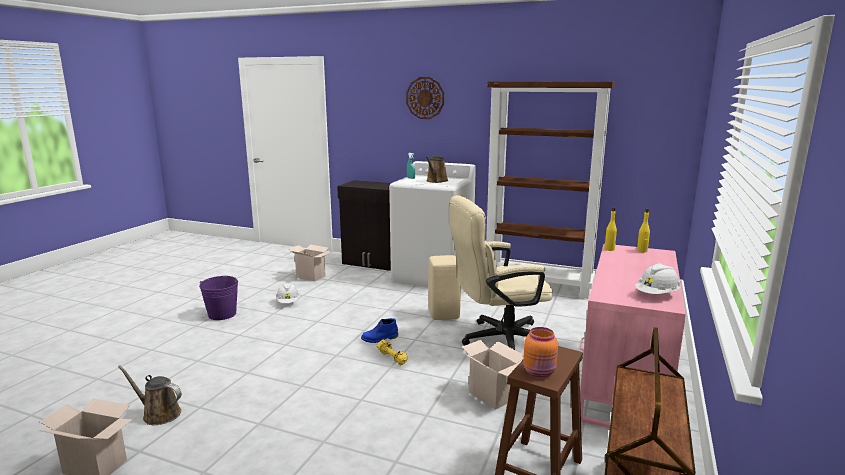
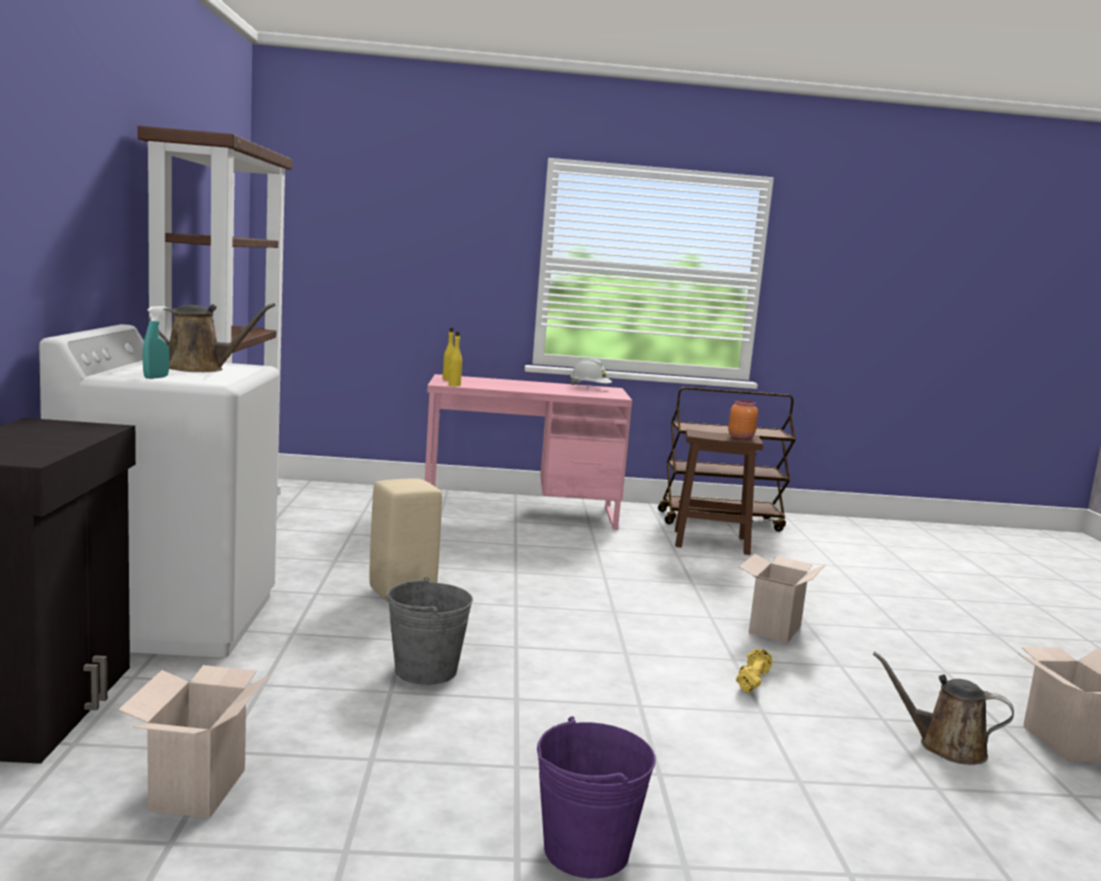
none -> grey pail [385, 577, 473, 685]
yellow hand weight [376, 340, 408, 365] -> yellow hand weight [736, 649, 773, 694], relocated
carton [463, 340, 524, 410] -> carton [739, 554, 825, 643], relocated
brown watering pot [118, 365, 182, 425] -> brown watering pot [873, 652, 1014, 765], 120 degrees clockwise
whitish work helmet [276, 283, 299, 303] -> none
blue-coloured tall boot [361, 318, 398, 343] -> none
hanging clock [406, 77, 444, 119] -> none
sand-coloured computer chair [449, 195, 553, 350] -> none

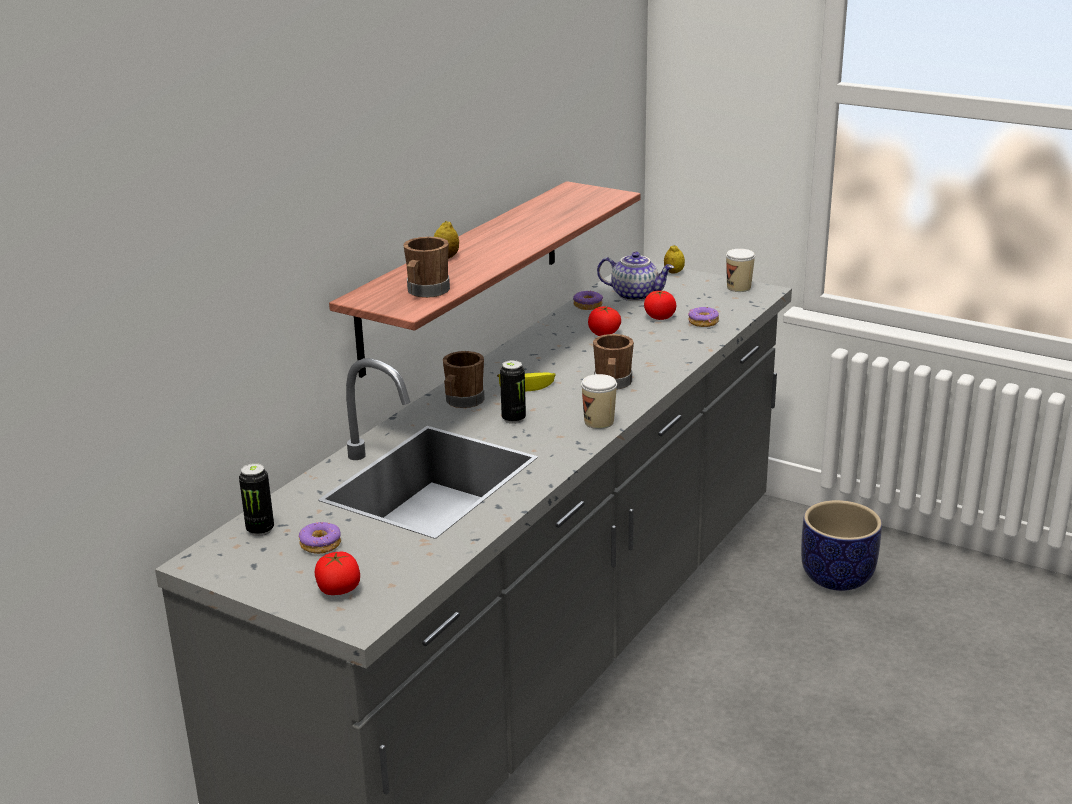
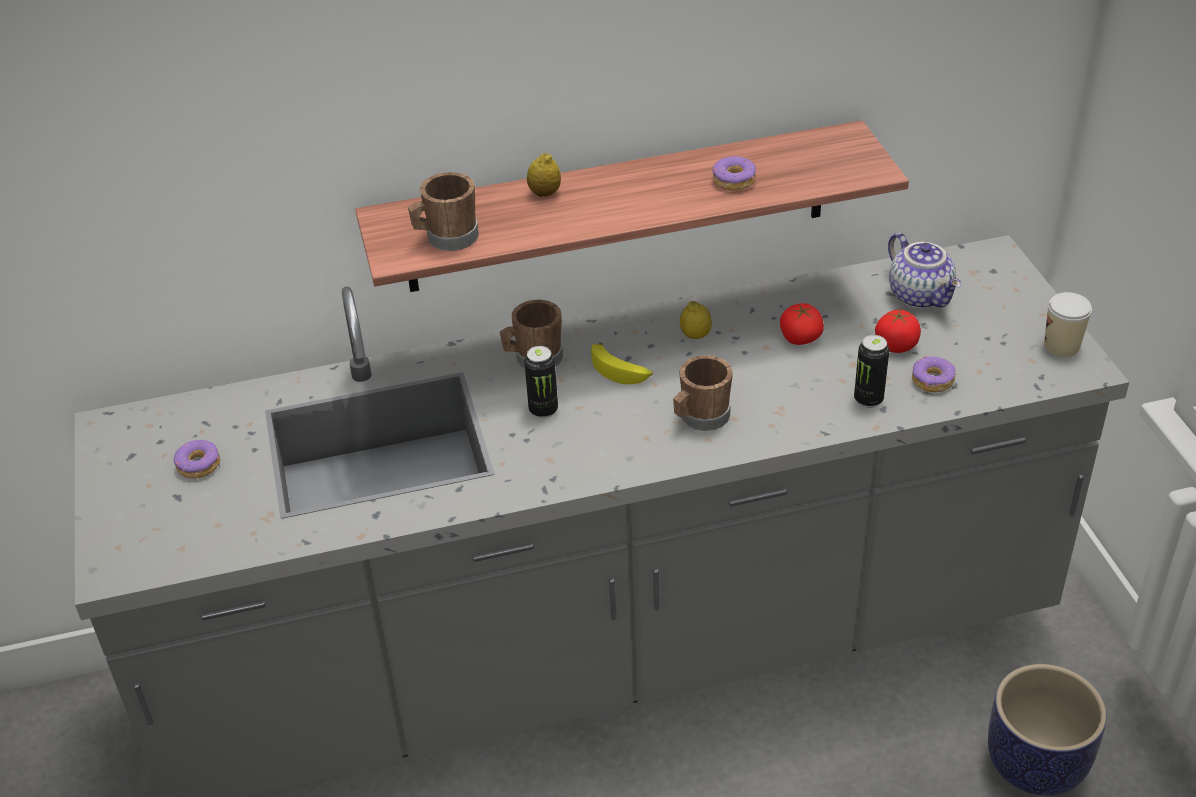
whole lemon [664, 245, 685, 274] -> whole lemon [680, 301, 712, 339], relocated
ring doughnut [573, 291, 603, 310] -> ring doughnut [713, 156, 757, 190], relocated
sealed can [239, 463, 274, 536] -> sealed can [854, 335, 890, 408], relocated
tomato [315, 552, 360, 595] -> none
small cup [581, 374, 617, 429] -> none

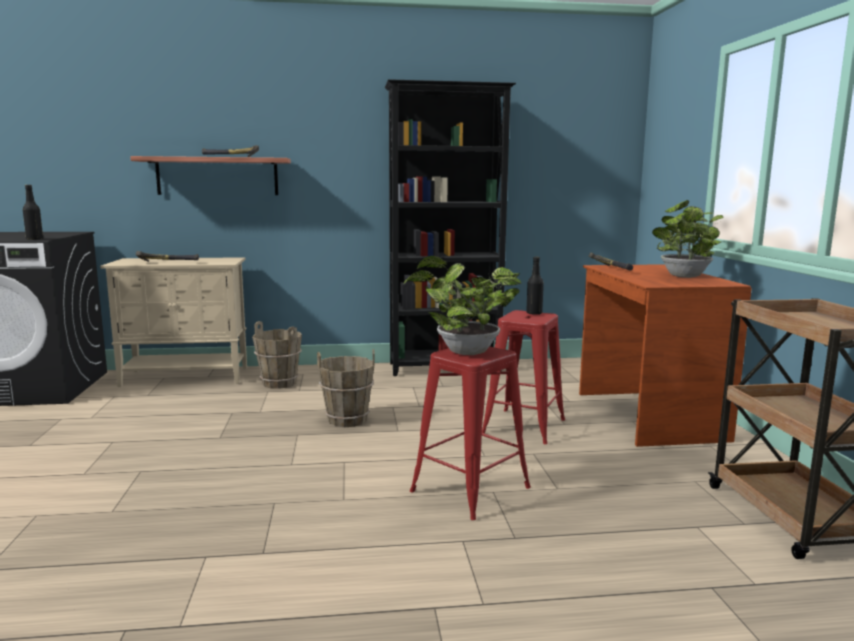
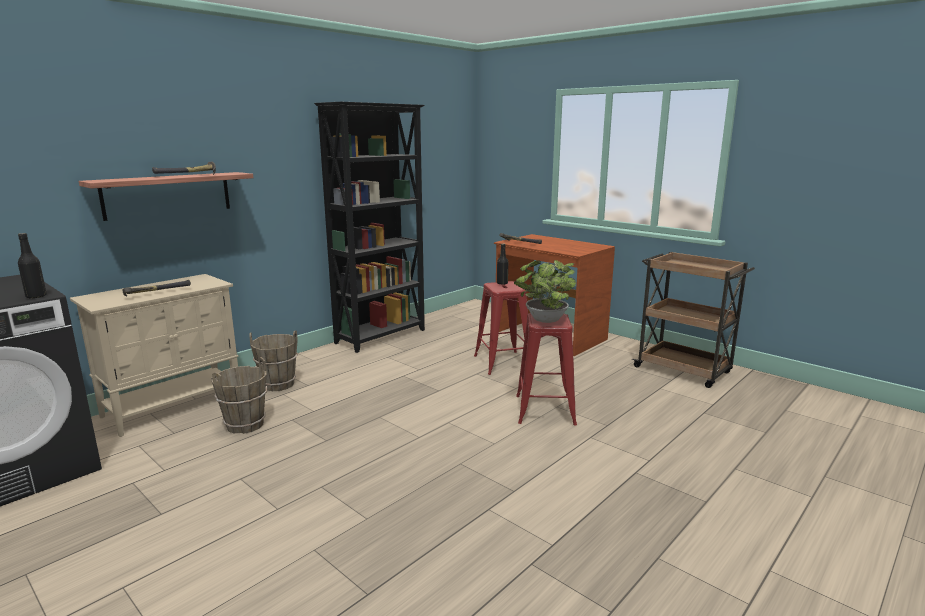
brown pail [317, 349, 375, 427] -> brown pail [211, 357, 267, 434], relocated
potted plant [652, 200, 723, 278] -> none

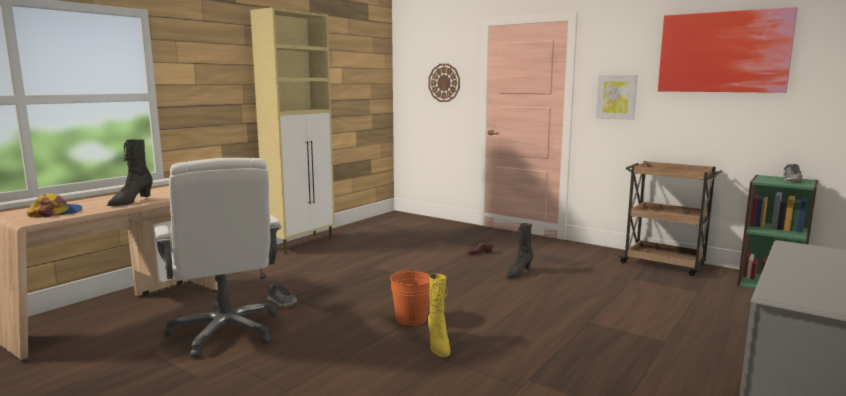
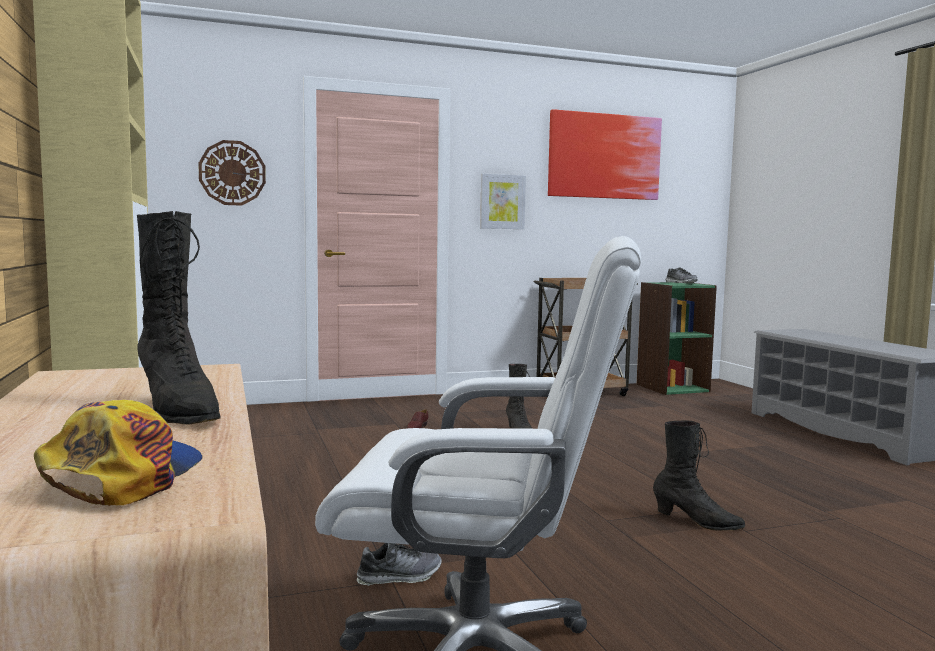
yellow tall boot [428, 274, 450, 357] -> blackish tall boot [653, 420, 746, 531]
orangey pail [390, 268, 430, 326] -> none

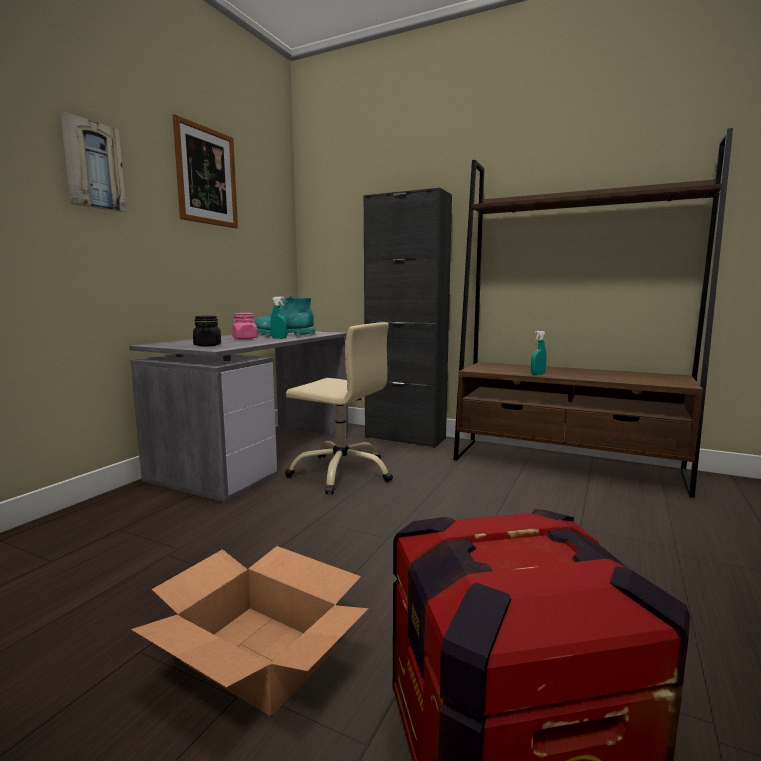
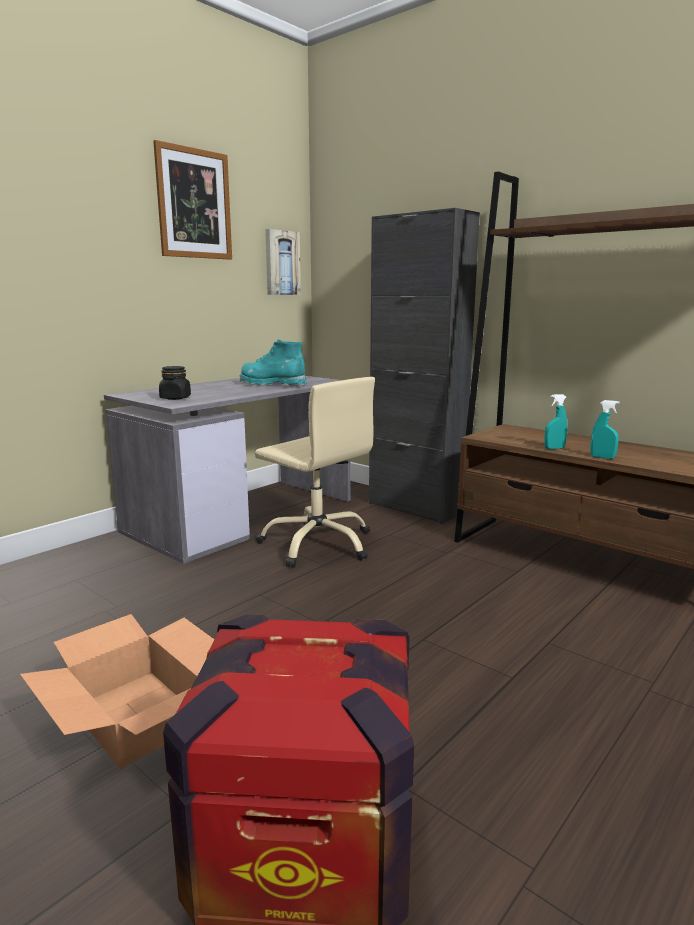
picture [61, 112, 126, 212] -> picture [265, 229, 301, 295], relocated
turquoise spray bottle [270, 297, 287, 339] -> turquoise spray bottle [590, 400, 620, 459], relocated
pink-coloured storage jar [232, 313, 258, 339] -> none

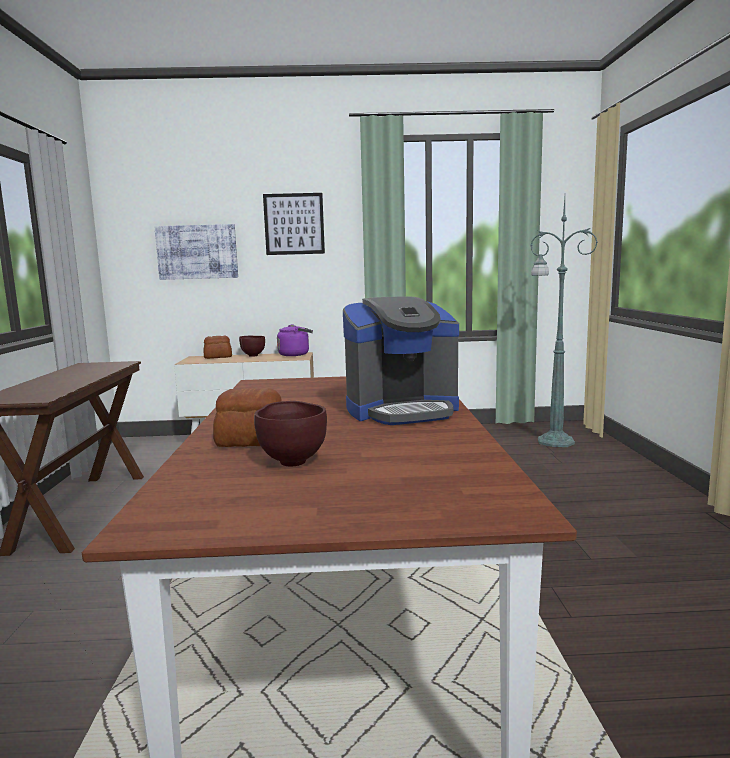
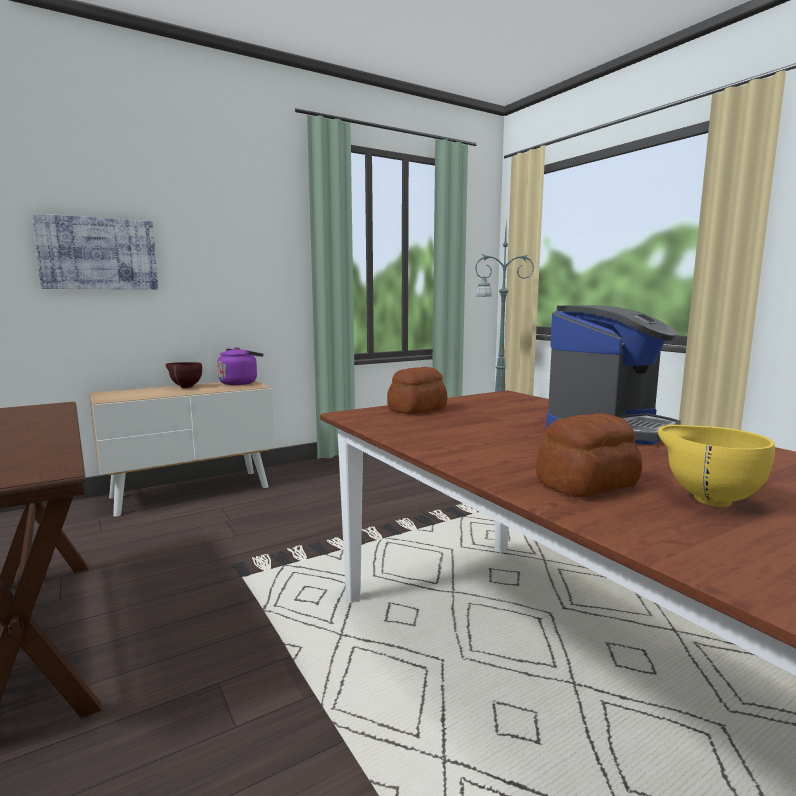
bakery bread [203, 335, 232, 359] -> bakery bread [387, 367, 447, 414], relocated
brown serving bowl [254, 401, 327, 466] -> yellow serving bowl [658, 425, 775, 507]
picture [263, 193, 325, 255] -> none

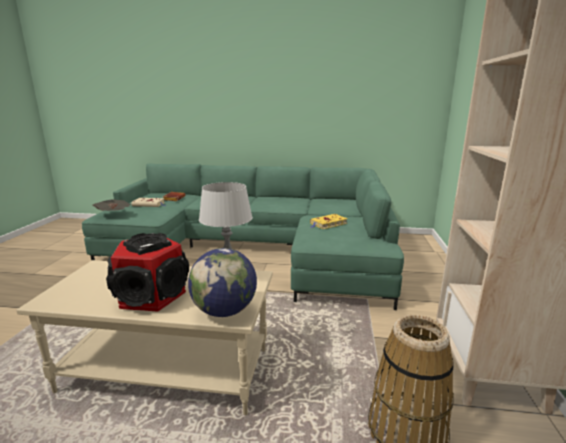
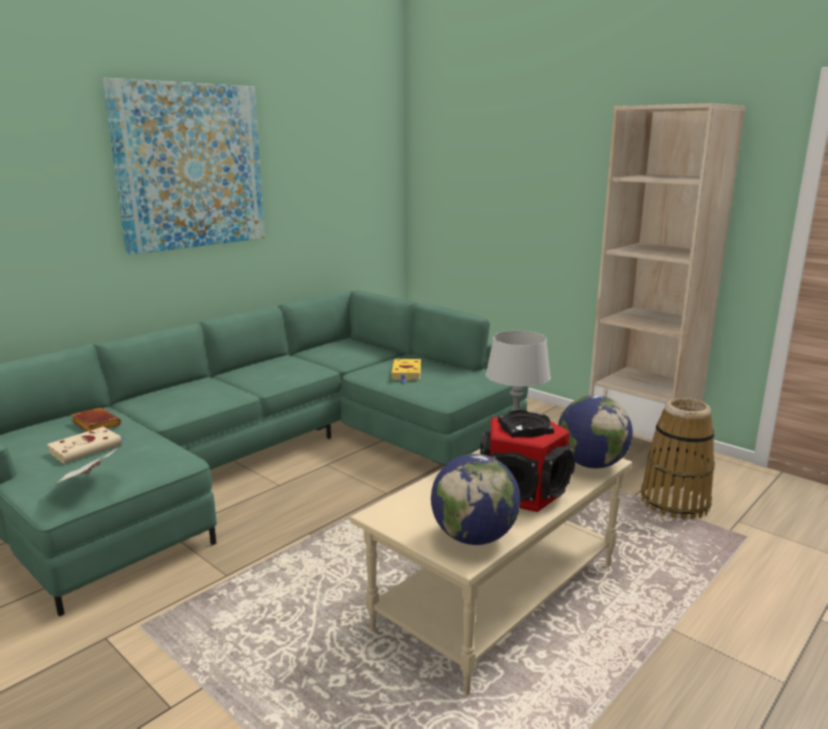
none -> picture [102, 78, 265, 255]
none -> desk globe [431, 454, 520, 545]

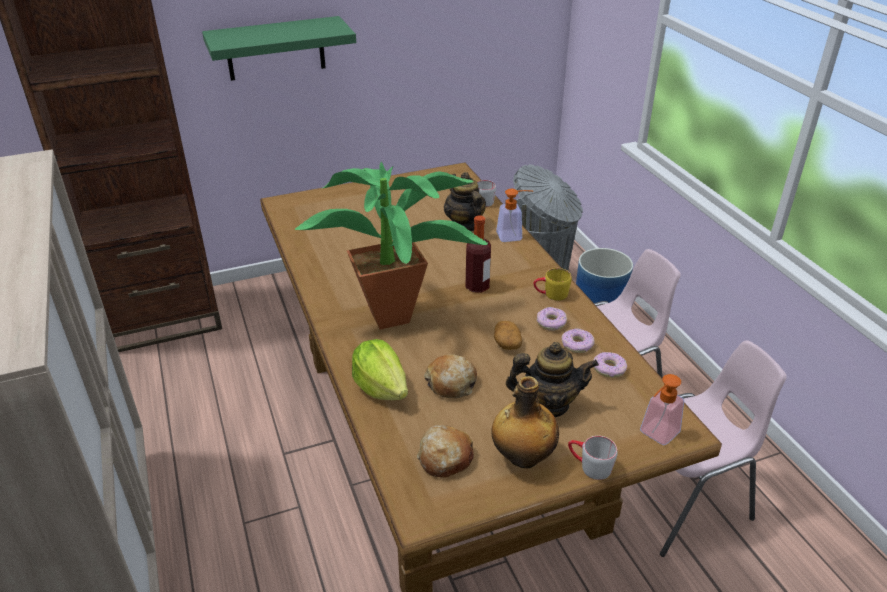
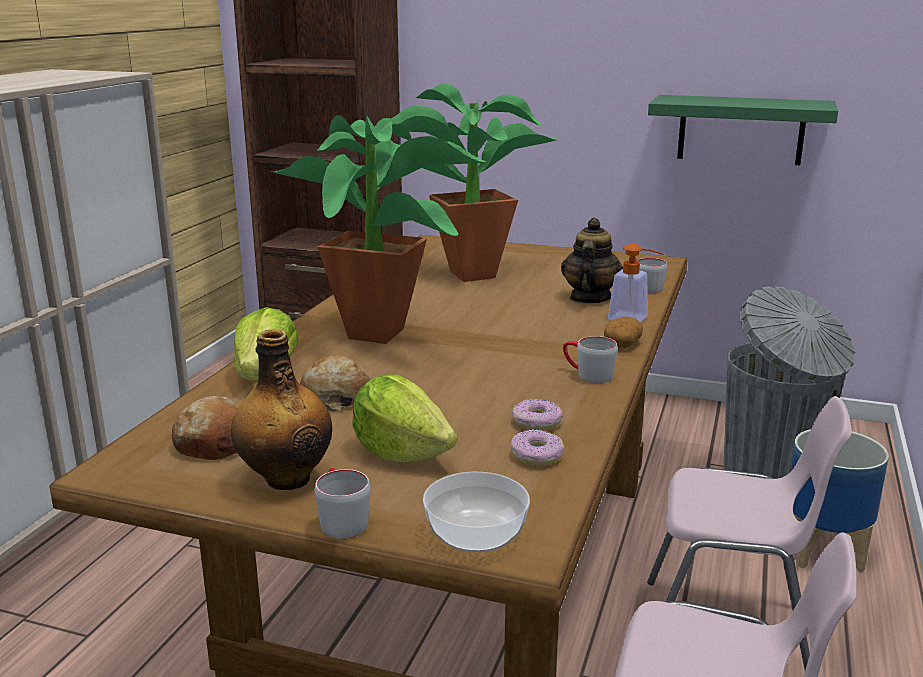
pot for tea [506, 342, 599, 417] -> lettuce head [352, 374, 457, 463]
none -> potted plant [392, 83, 558, 282]
liquid soap bottle [640, 374, 684, 445] -> serving bowl [423, 472, 530, 552]
yellow coffee mug [533, 268, 572, 301] -> grey coffee mug [563, 336, 618, 383]
spud [494, 321, 522, 350] -> spud [604, 316, 643, 348], relocated
green bracket shelf [202, 16, 356, 81] -> green bracket shelf [648, 95, 838, 165], relocated
bottle [466, 215, 491, 293] -> none
ring doughnut [536, 307, 567, 331] -> none

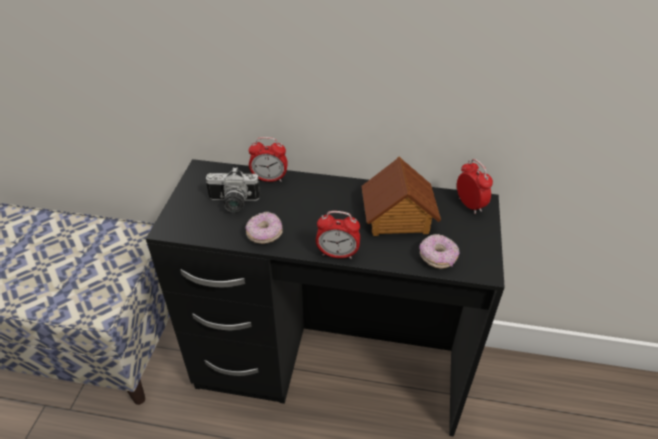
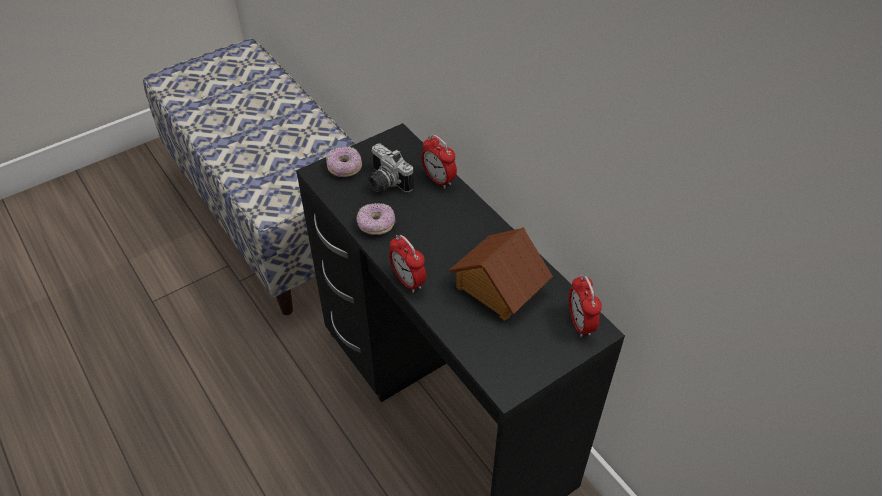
ring doughnut [419, 234, 459, 269] -> ring doughnut [326, 147, 362, 177], relocated
table clock [457, 159, 493, 214] -> table clock [569, 275, 602, 337], 150 degrees clockwise

